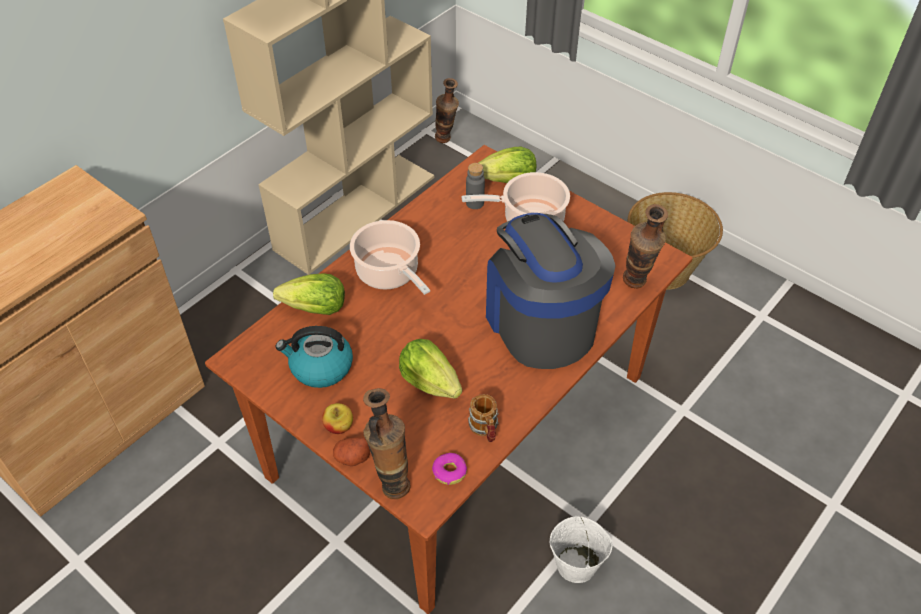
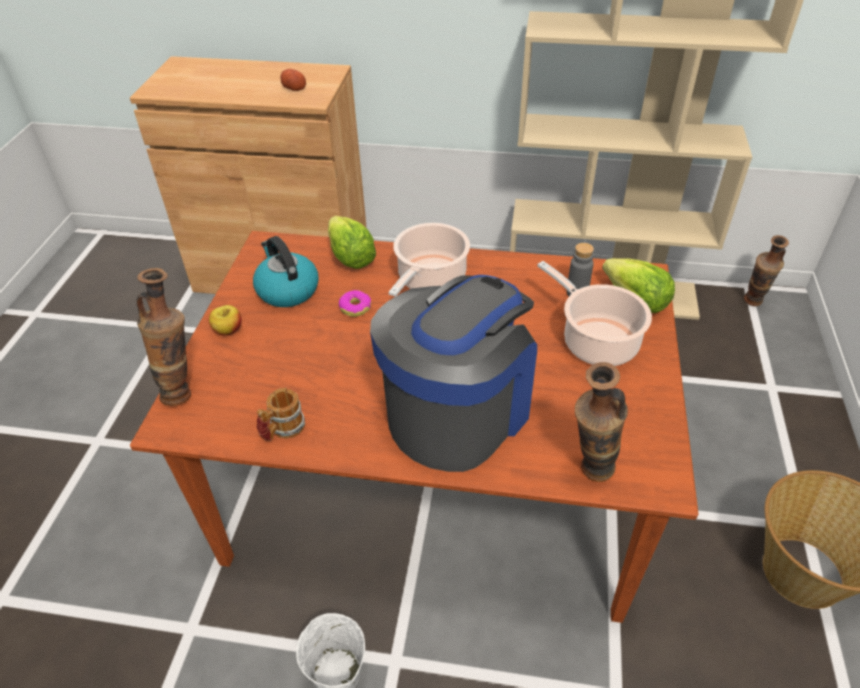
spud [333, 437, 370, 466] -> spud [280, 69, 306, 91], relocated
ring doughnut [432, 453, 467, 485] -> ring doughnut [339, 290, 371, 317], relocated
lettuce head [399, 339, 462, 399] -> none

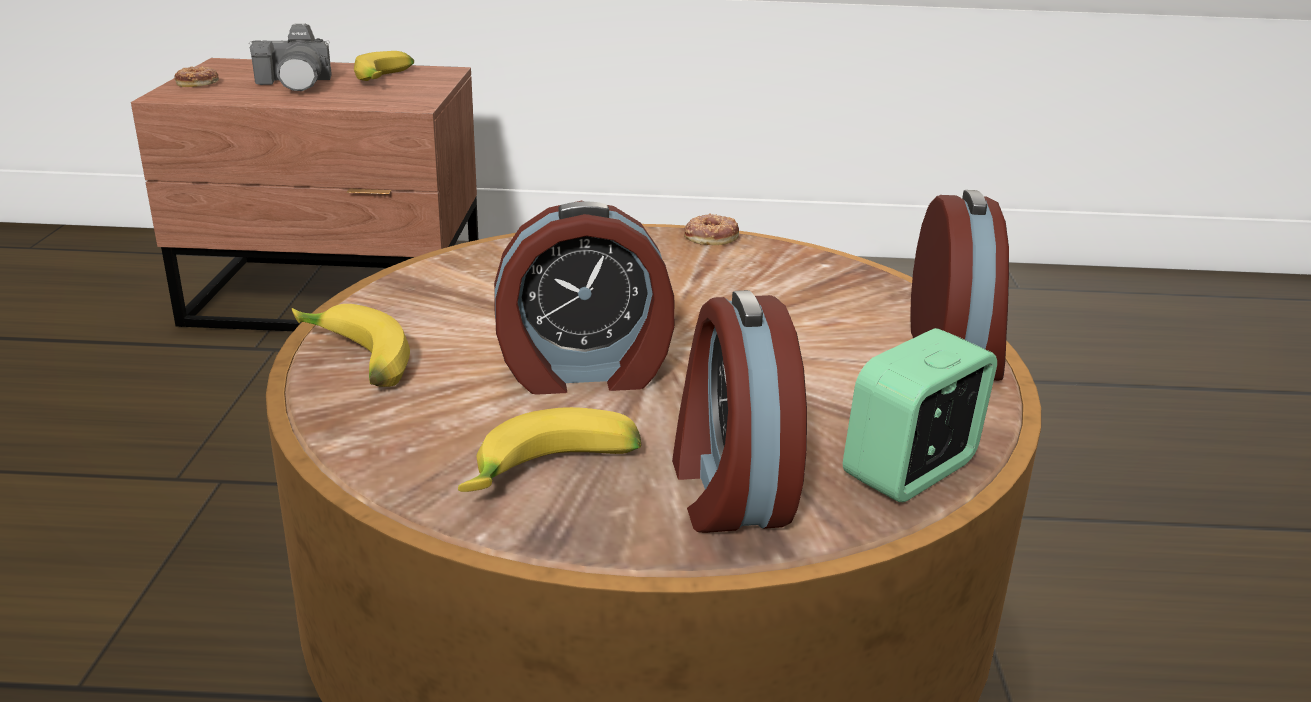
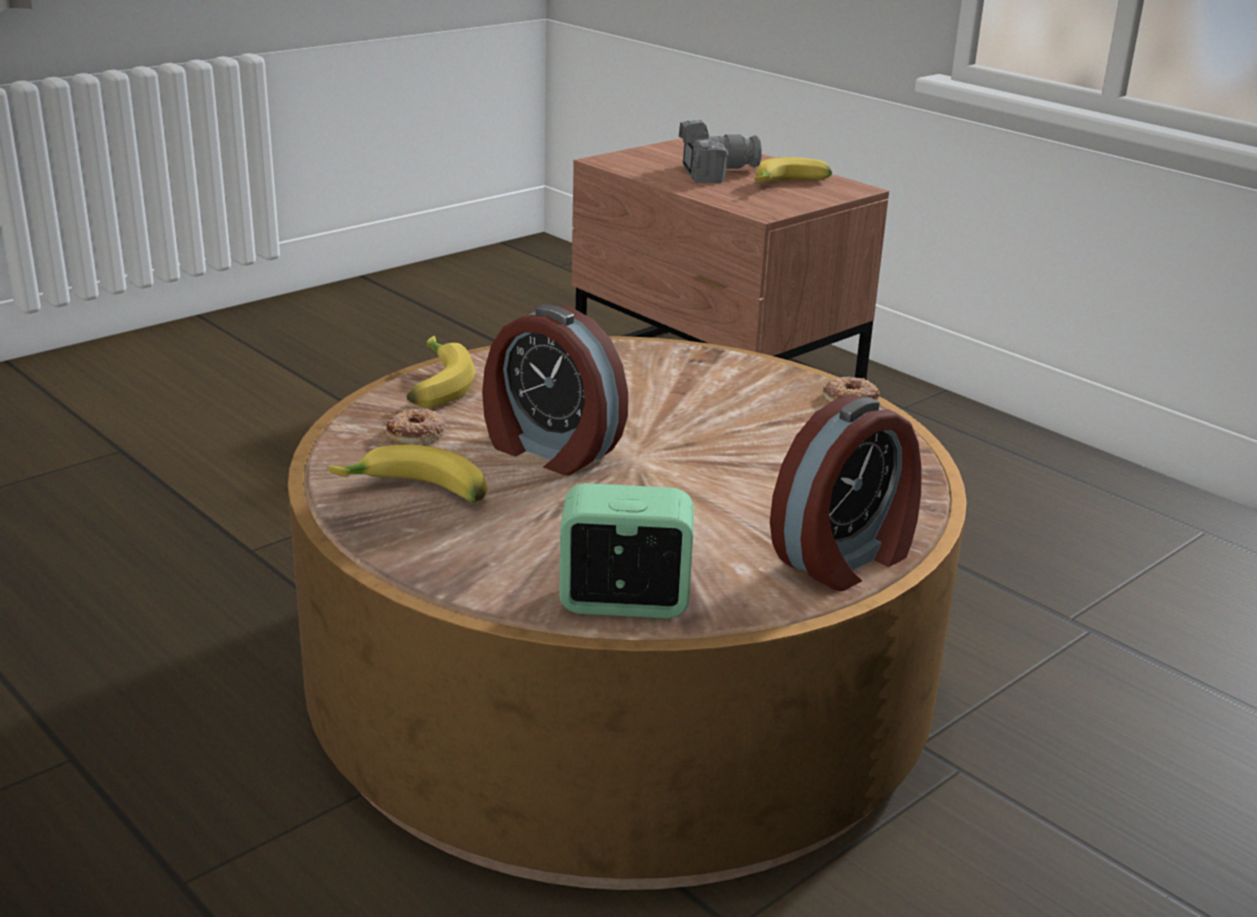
ring doughnut [174, 66, 219, 87] -> ring doughnut [386, 408, 446, 444], relocated
still camera [250, 23, 332, 91] -> still camera [679, 119, 762, 183], 135 degrees counterclockwise
table clock [672, 290, 807, 533] -> none

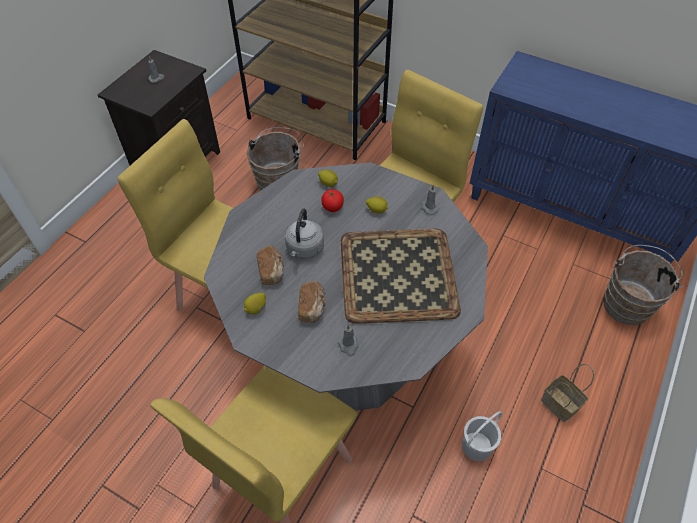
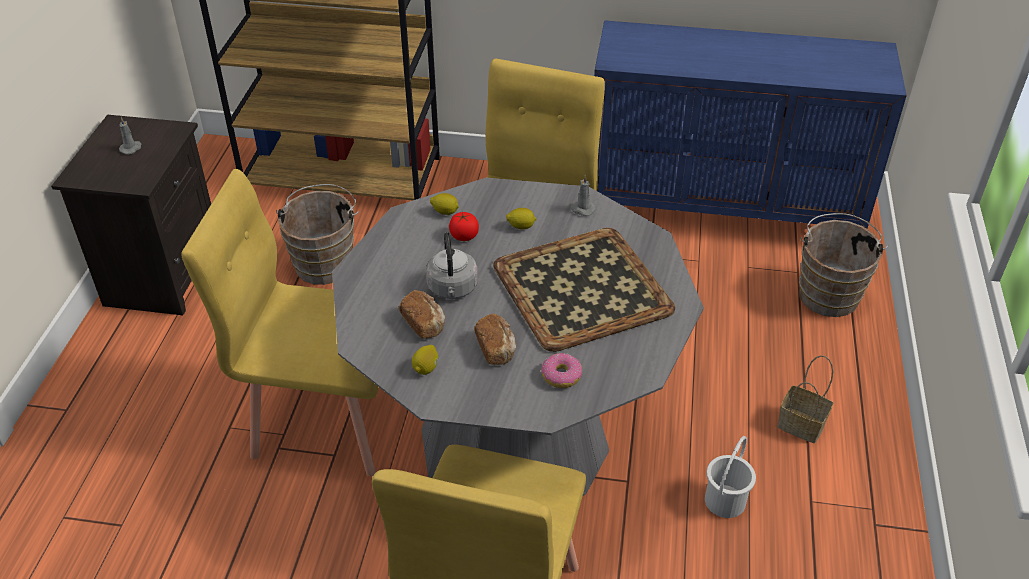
grey wax candle [337, 324, 358, 356] -> ring doughnut [541, 353, 582, 388]

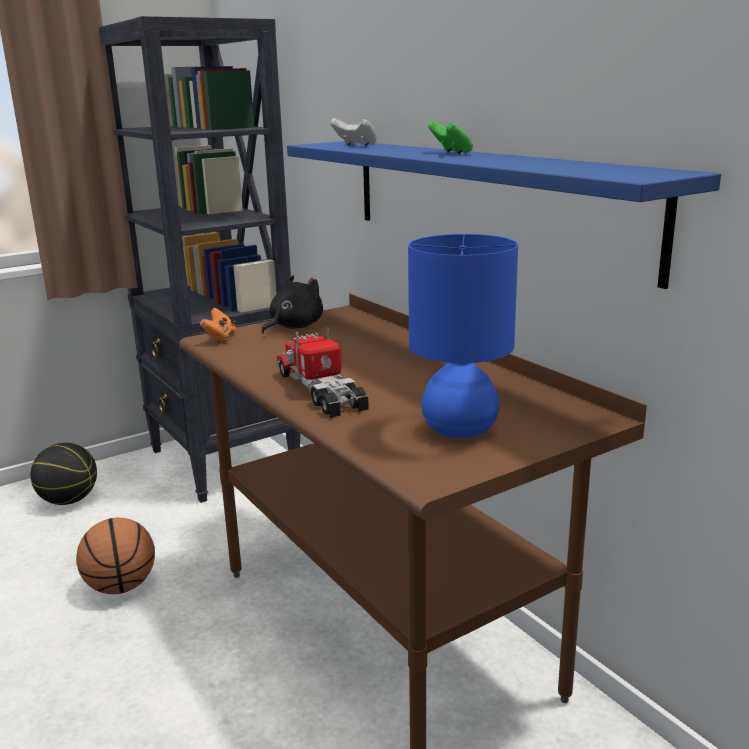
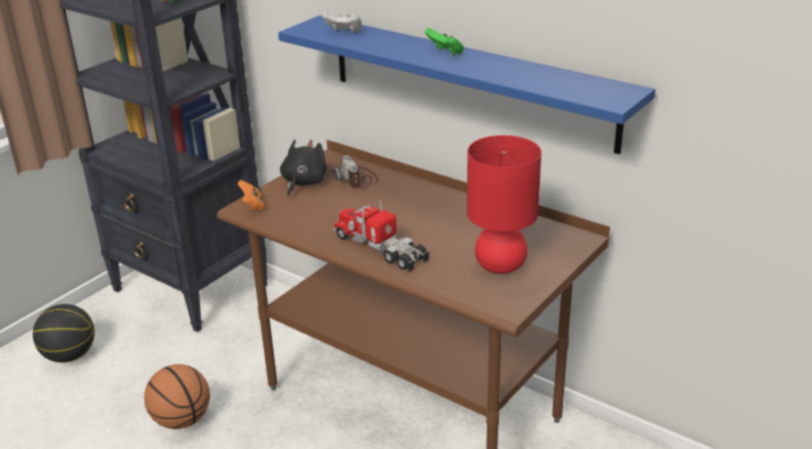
none -> still camera [334, 155, 379, 188]
blue-coloured tabletop lamp [408, 234, 518, 438] -> red tabletop lamp [467, 135, 542, 274]

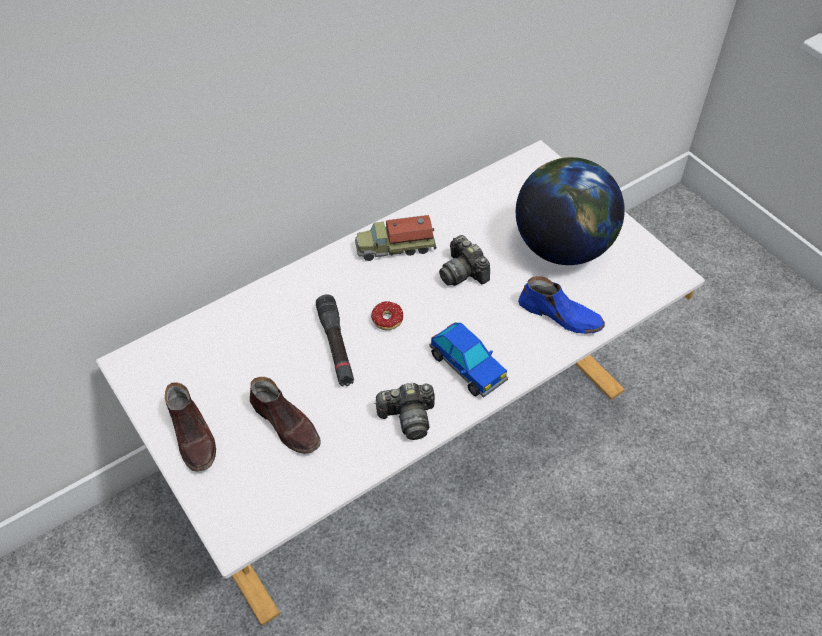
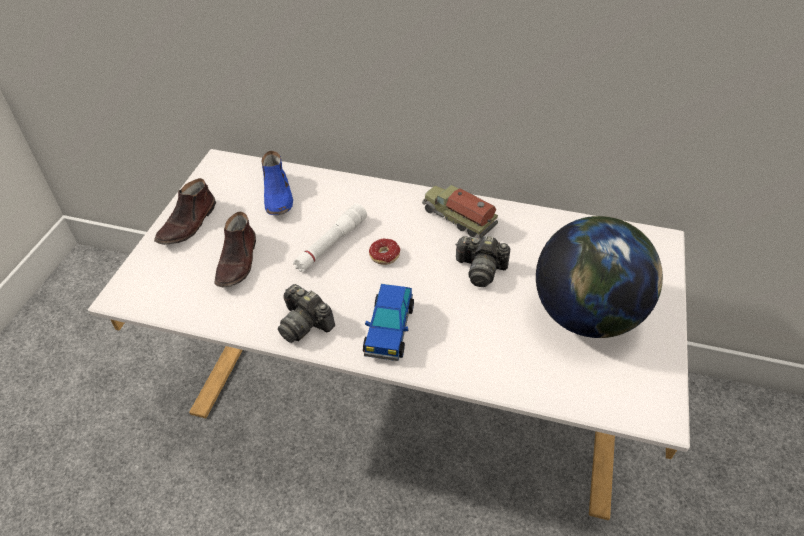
blue-coloured low shoe [518, 276, 605, 334] -> blue-coloured low shoe [261, 151, 293, 215], relocated
blackish torch [316, 295, 354, 386] -> whitish torch [293, 204, 367, 272]
still camera [439, 235, 490, 286] -> still camera [455, 236, 510, 287], 90 degrees counterclockwise

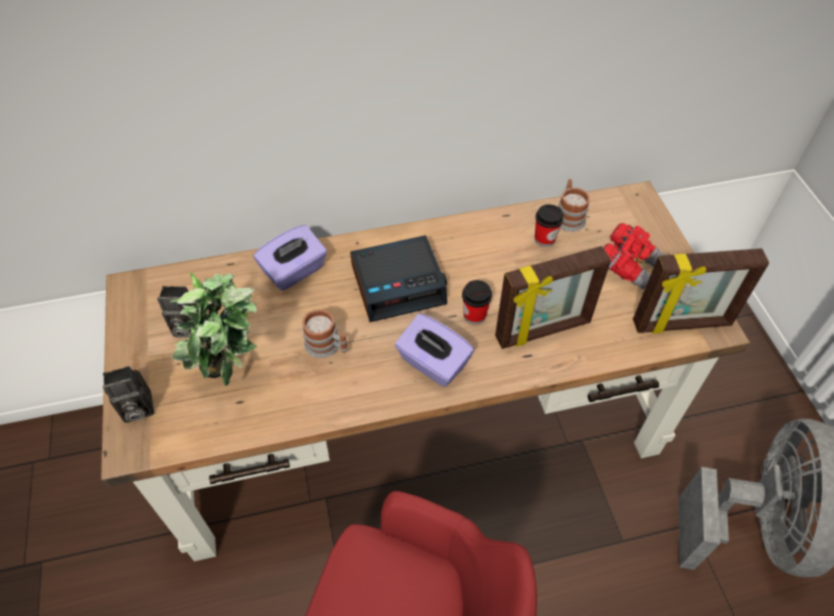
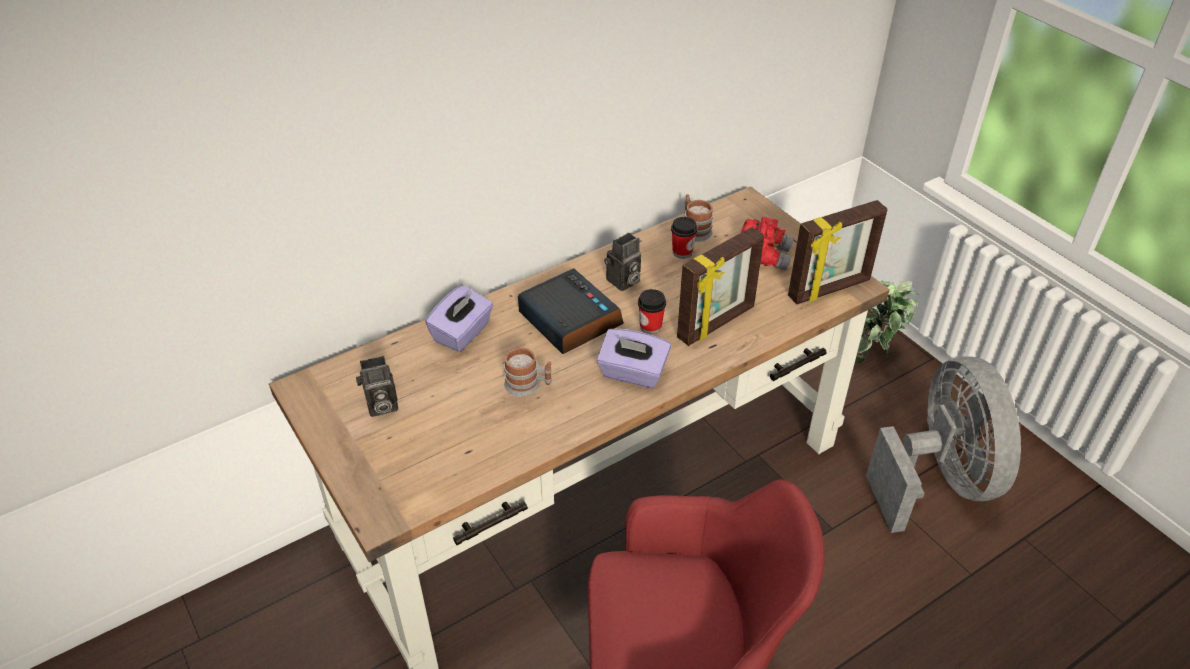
table clock [350, 235, 447, 322] -> table clock [518, 268, 624, 354], 90 degrees counterclockwise
still camera [103, 366, 154, 423] -> still camera [604, 233, 641, 291], relocated
potted plant [170, 272, 258, 386] -> potted plant [855, 280, 919, 363], relocated

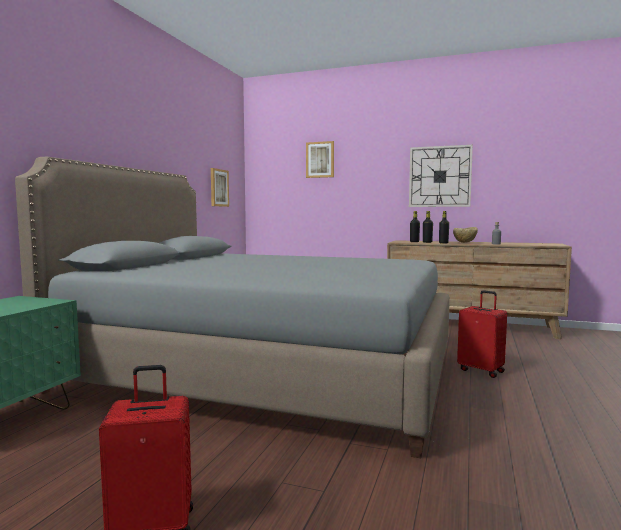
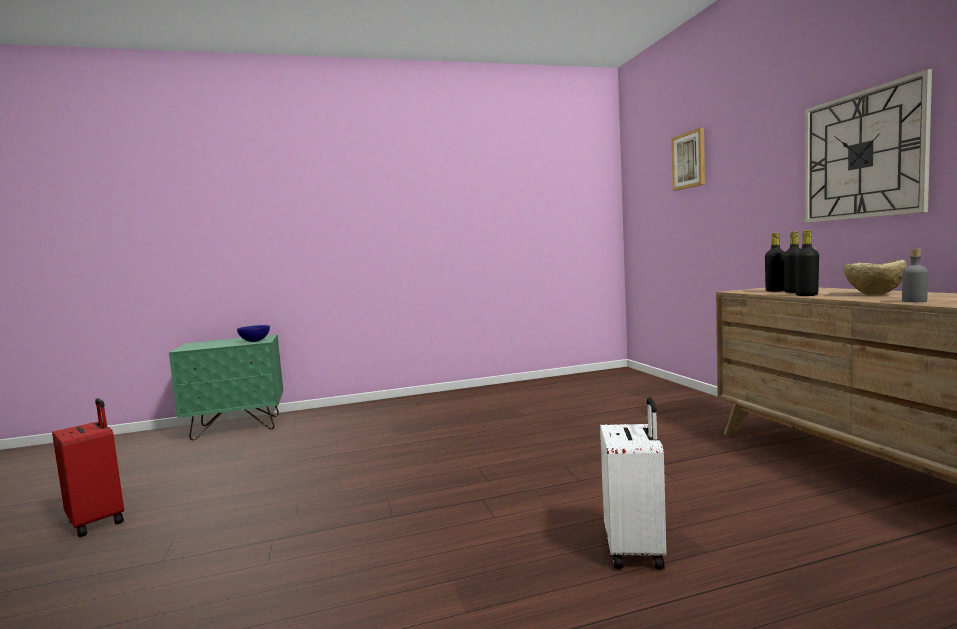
none -> blue-coloured serving bowl [237, 325, 270, 342]
red travel case [457, 290, 507, 378] -> whitish travel case [600, 397, 666, 570]
grey sleeping bed [15, 157, 450, 458] -> none
picture [211, 168, 229, 207] -> none

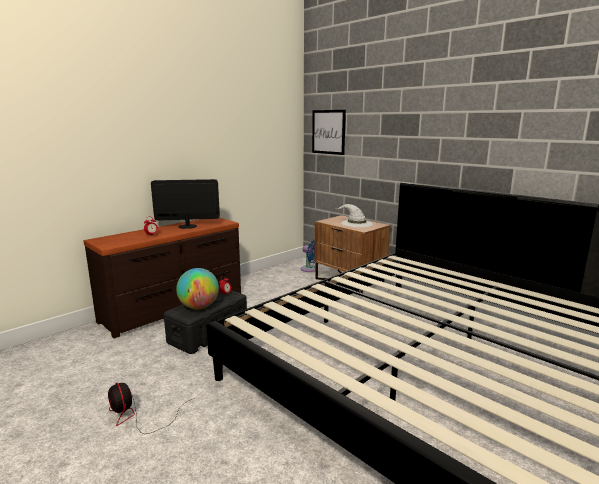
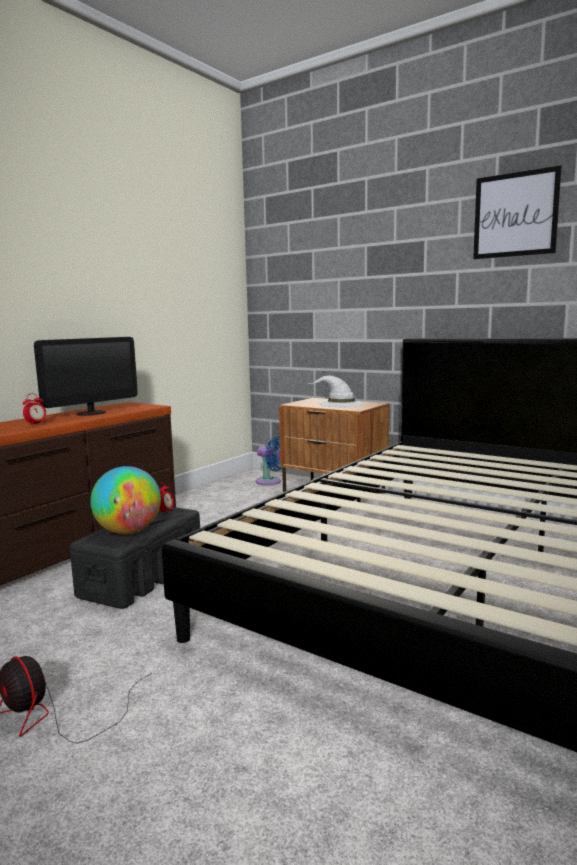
computer display [151, 179, 220, 229] -> computer display [34, 337, 137, 416], 150 degrees clockwise
picture [312, 110, 346, 155] -> picture [473, 166, 562, 259], relocated

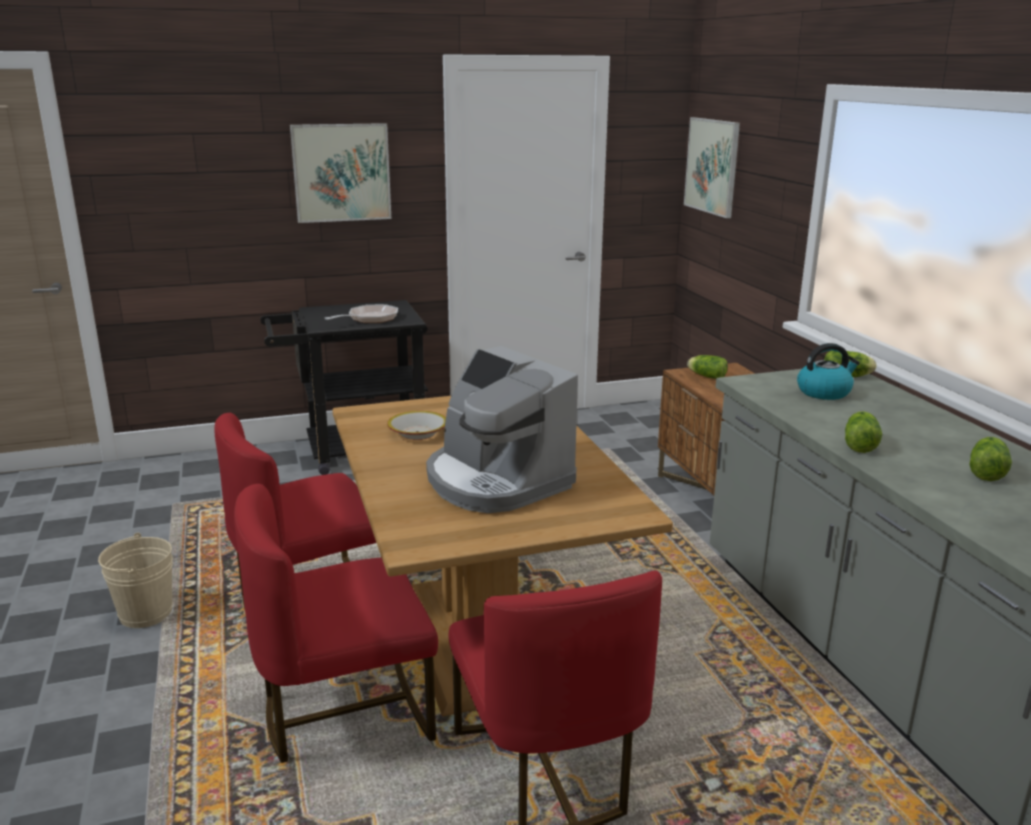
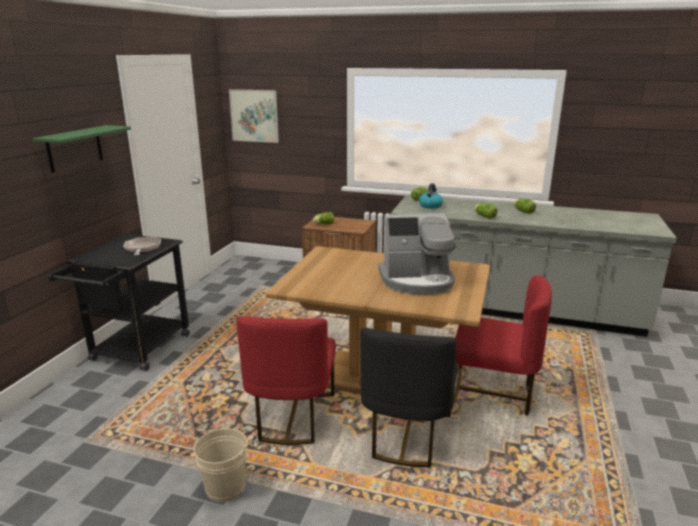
picture [290, 123, 391, 223] -> green bracket shelf [33, 125, 131, 173]
red plain chair [234, 484, 438, 763] -> blackish plain chair [360, 327, 457, 467]
serving bowl [387, 411, 446, 440] -> none

